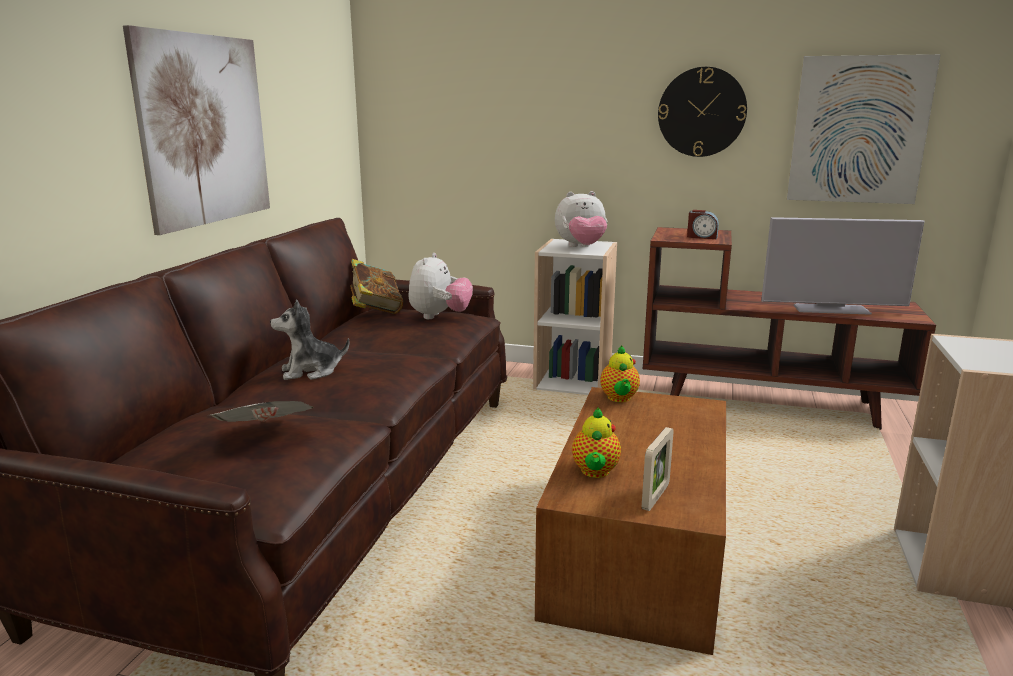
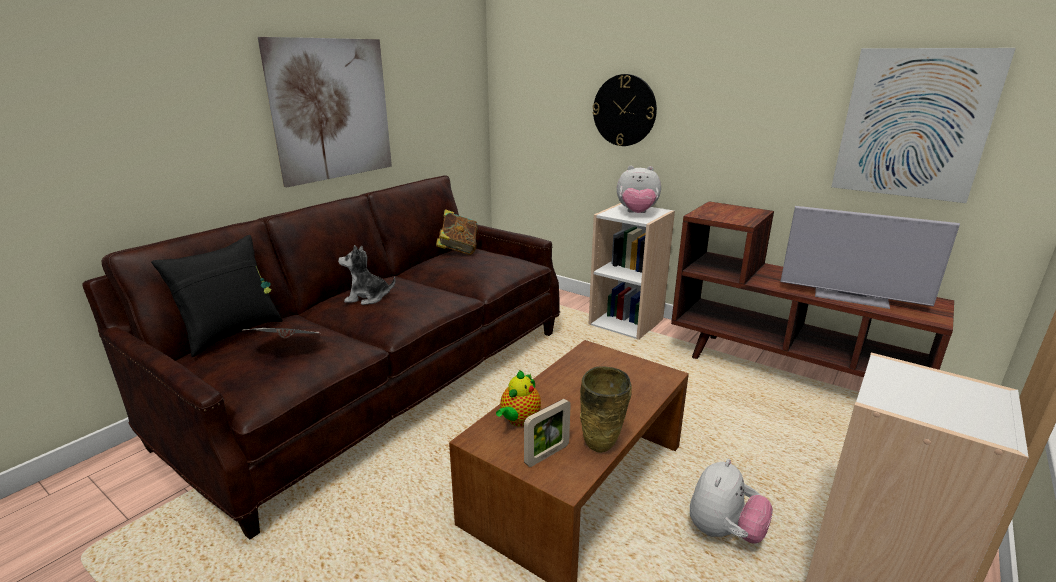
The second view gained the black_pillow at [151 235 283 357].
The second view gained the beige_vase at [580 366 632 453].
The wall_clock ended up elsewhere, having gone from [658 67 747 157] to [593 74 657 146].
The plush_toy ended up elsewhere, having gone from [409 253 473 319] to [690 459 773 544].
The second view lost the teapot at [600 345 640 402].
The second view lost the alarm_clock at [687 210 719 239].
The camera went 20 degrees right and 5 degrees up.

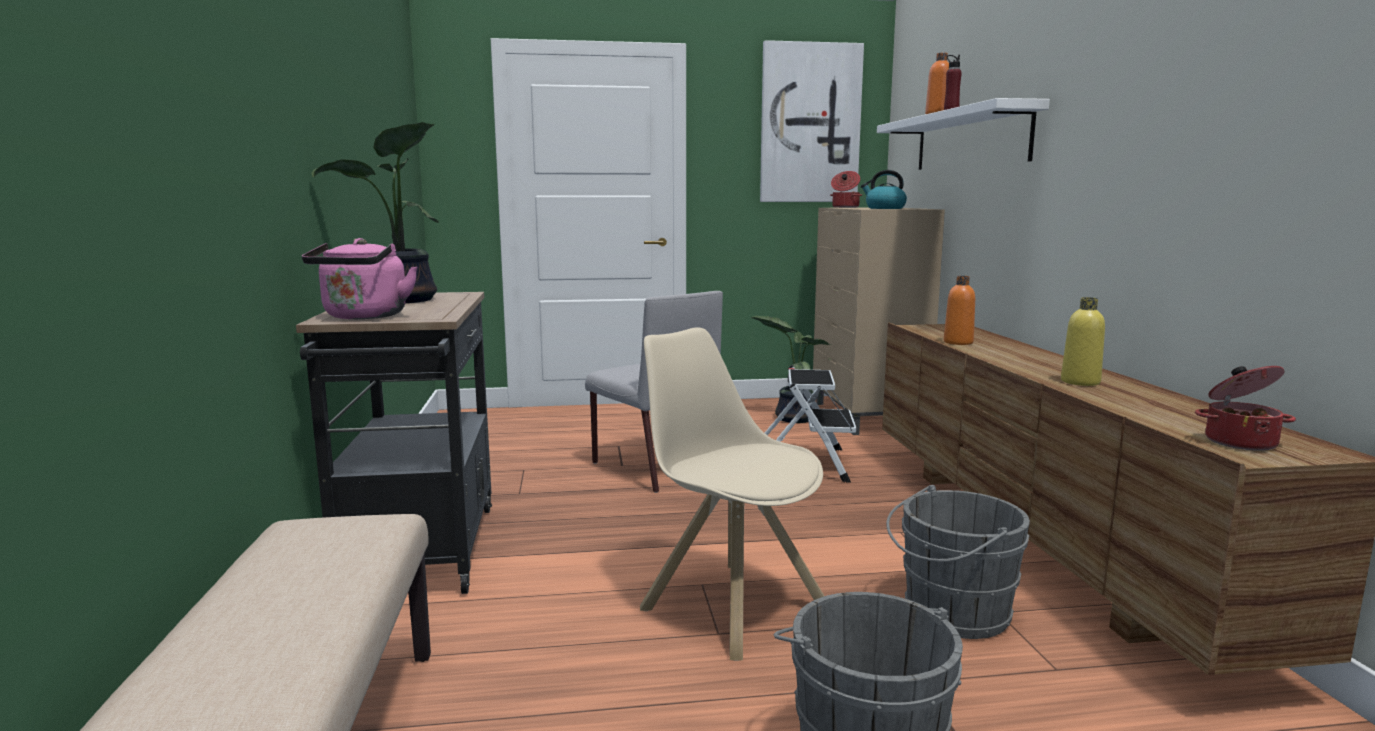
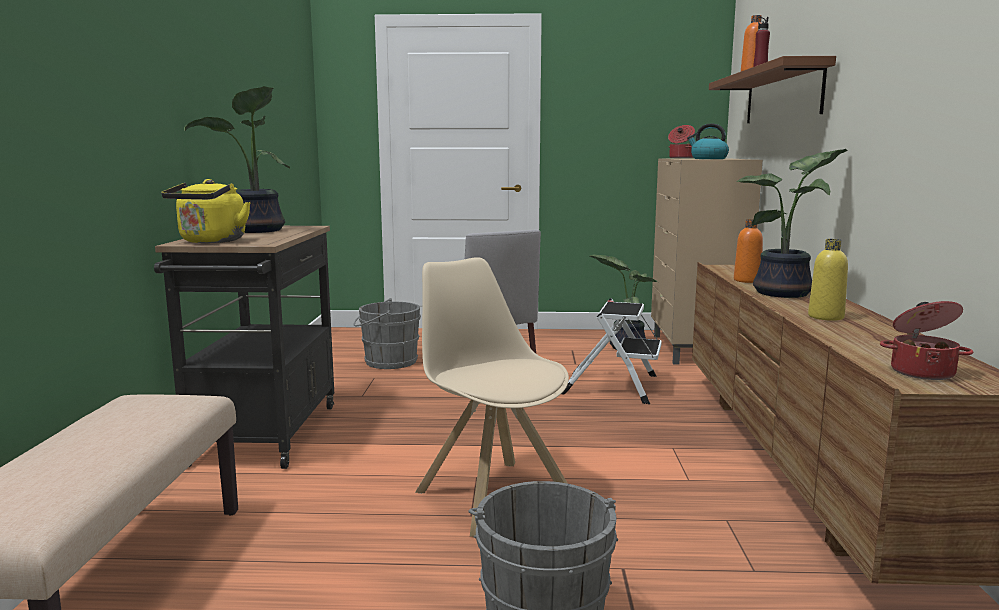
What was the pink_kettle at [302 238 418 319] turned into the yellow_kettle at [161 179 251 243].
The grey_bucket ended up elsewhere, having gone from [886 485 1030 639] to [353 298 421 369].
What was the white_shelf at [877 98 1050 170] turned into the brown_shelf at [709 56 836 123].
The second view gained the potted_plant at [736 149 848 298].
The second view lost the picture at [760 40 864 202].
The camera went 10 degrees right and 0 degrees up.

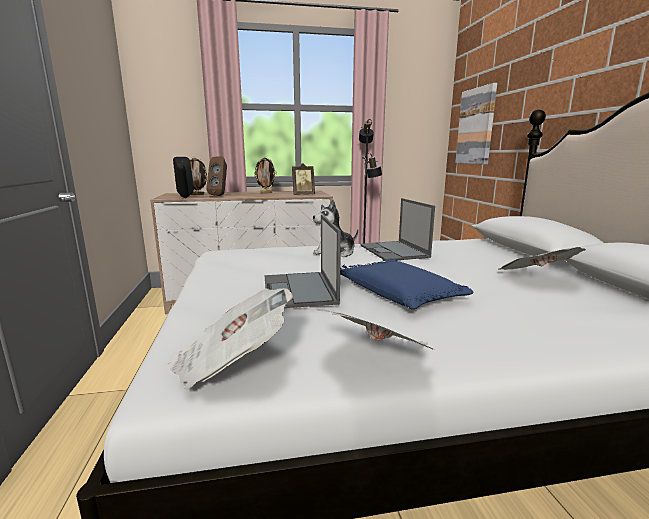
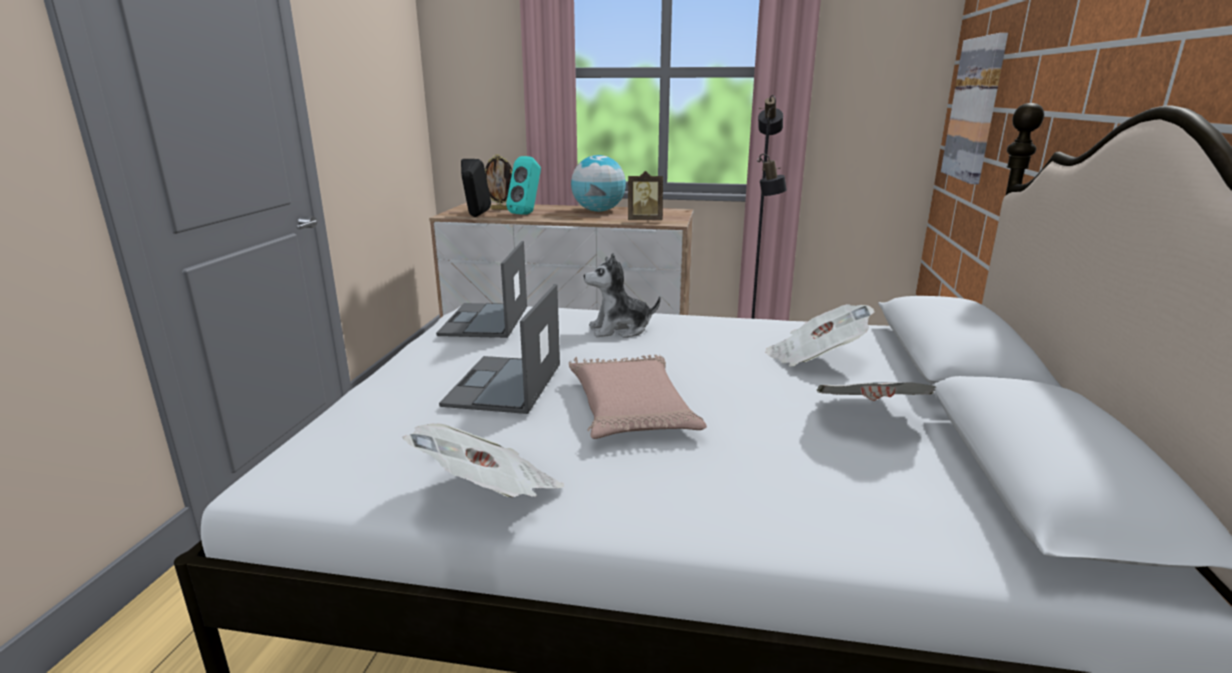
The laptop ended up elsewhere, having gone from [360 198 435 261] to [436 241 527 338].
What was the brown_speaker at [206 157 227 196] turned into the turquoise_speaker at [506 156 541 215].
What was the blue_pillow at [340 258 474 310] turned into the beige_pillow at [569 354 707 439].
Where the picture_frame stood at [254 157 277 193], the globe came to stand at [571 155 626 212].
The newspaper ended up elsewhere, having gone from [168 288 293 390] to [765 304 875 367].
The camera went 20 degrees right and 5 degrees up.

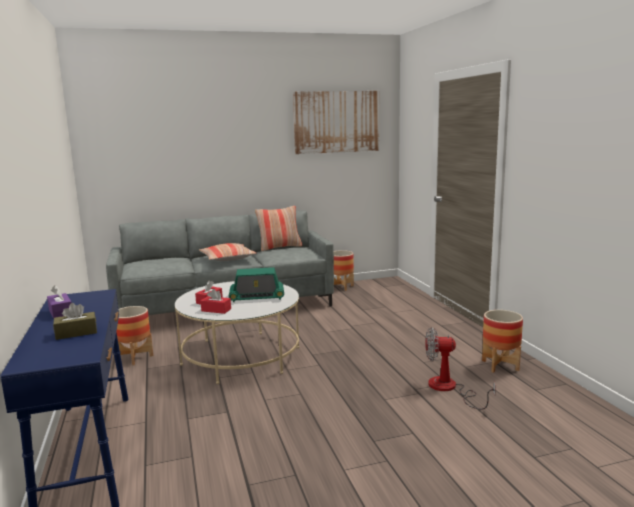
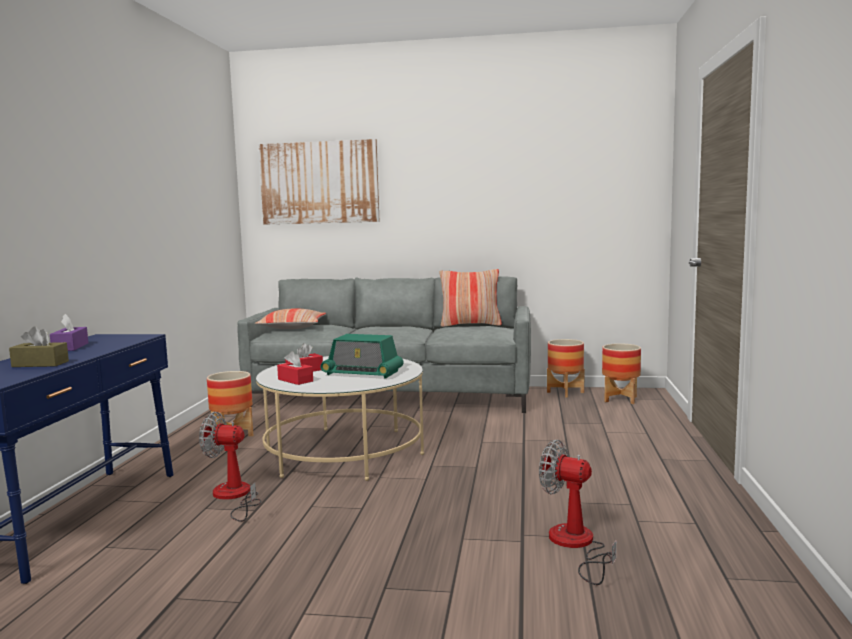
The second view gained the fan at [199 412 261 522].
The pillow ended up elsewhere, having gone from [199 243 257 261] to [255 308 326 329].
The picture ended up elsewhere, having gone from [293 91 380 154] to [259 139 380 225].
The planter ended up elsewhere, having gone from [482 310 523 373] to [602 343 641 404].
The camera went 25 degrees right and 5 degrees down.

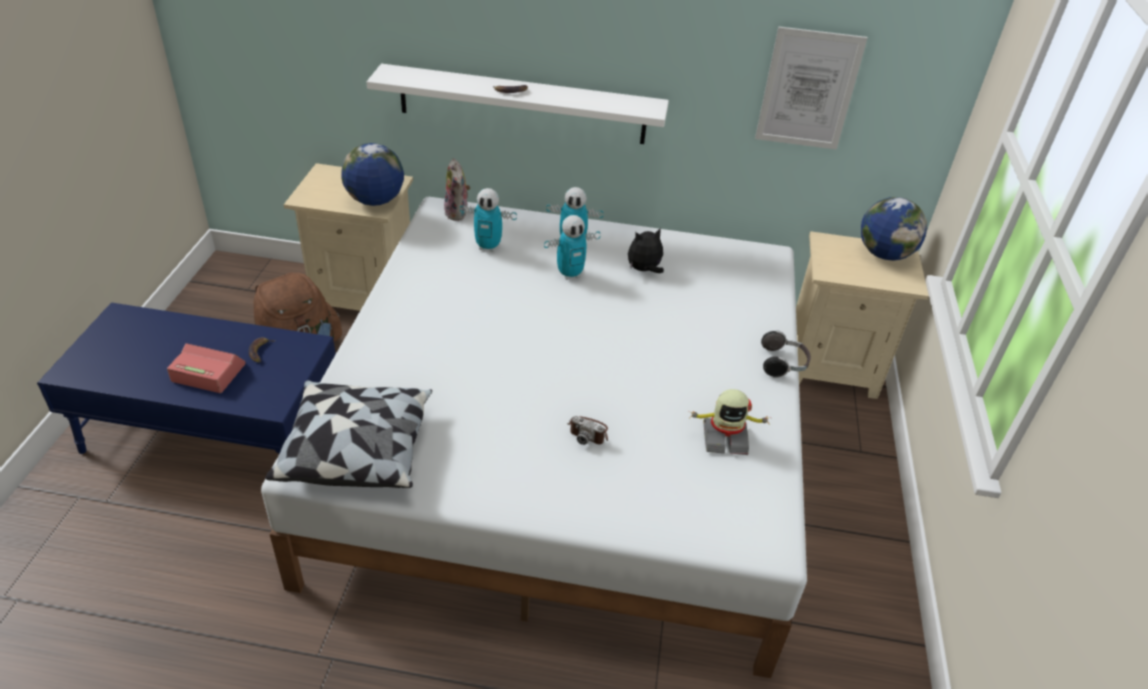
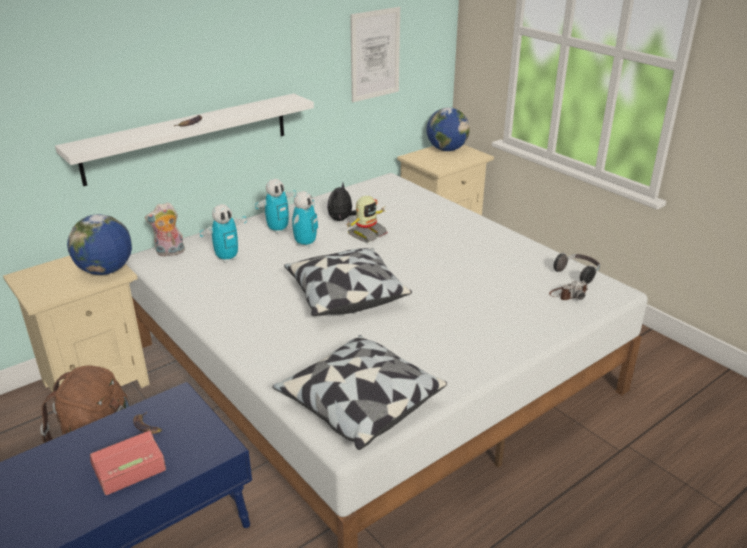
The plush_toy at [444 158 470 221] ended up facing another way, 135 degrees clockwise from before.
The second view gained the pillow at [284 248 412 316].
The toy_robot ended up elsewhere, having gone from [688 389 771 455] to [345 196 388 242].
The photo_camera ended up elsewhere, having gone from [567 416 608 445] to [549 281 588 300].
The headphones ended up elsewhere, having gone from [761 330 811 378] to [553 252 600 285].
The camera went 45 degrees left and 10 degrees down.

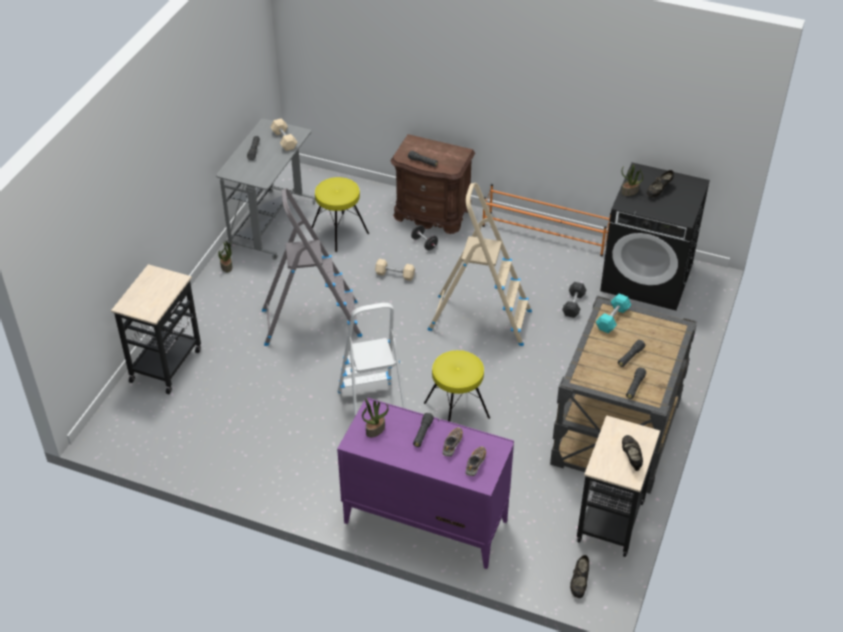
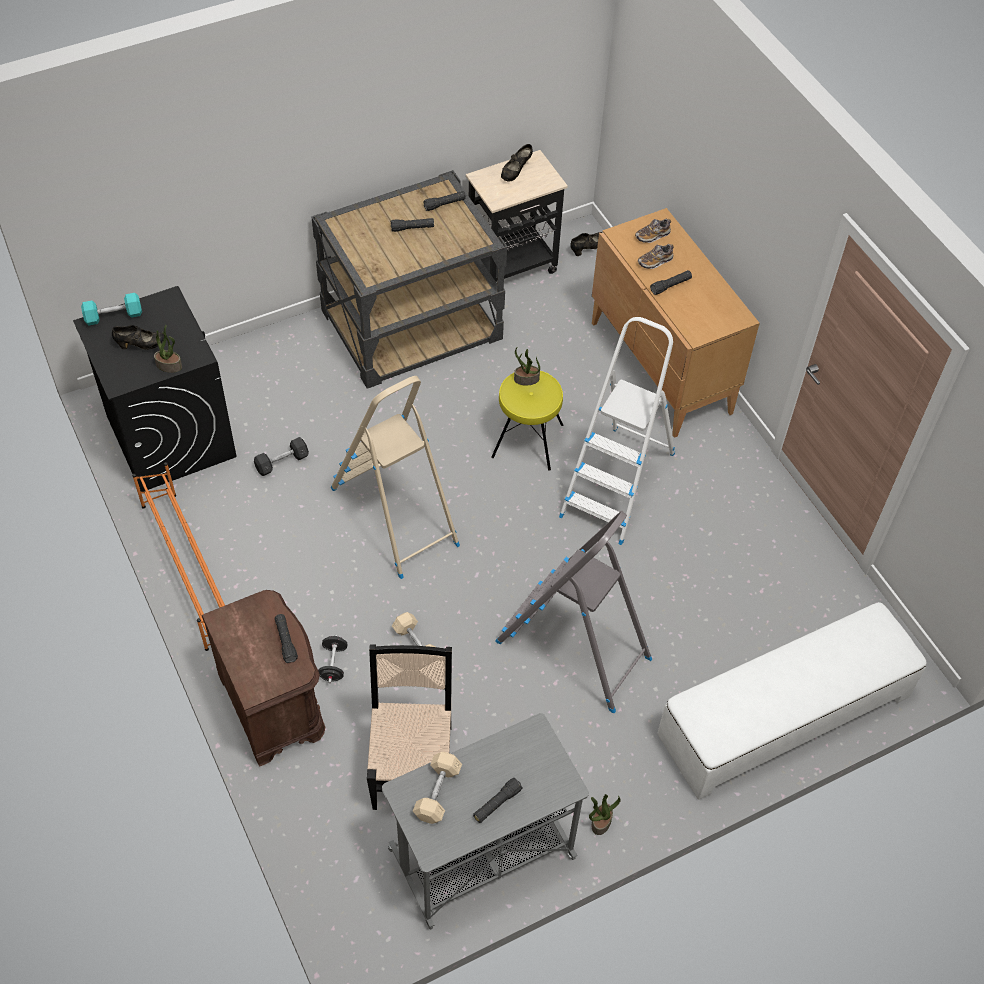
The turquoise_dumbbell ended up elsewhere, having gone from [596 294 631 333] to [81 293 142 325].
Where the yellow_stool stood at [312 177 369 252], the chair came to stand at [367 644 452 810].
The potted_plant ended up elsewhere, having gone from [362 399 388 437] to [514 347 540 386].
What was the purple_cabinet at [337 398 514 569] turned into the brown_cabinet at [592 208 760 438].
Where the cart stood at [111 264 201 394], the white_bench came to stand at [657 602 926 800].
The camera went 140 degrees left and 10 degrees up.

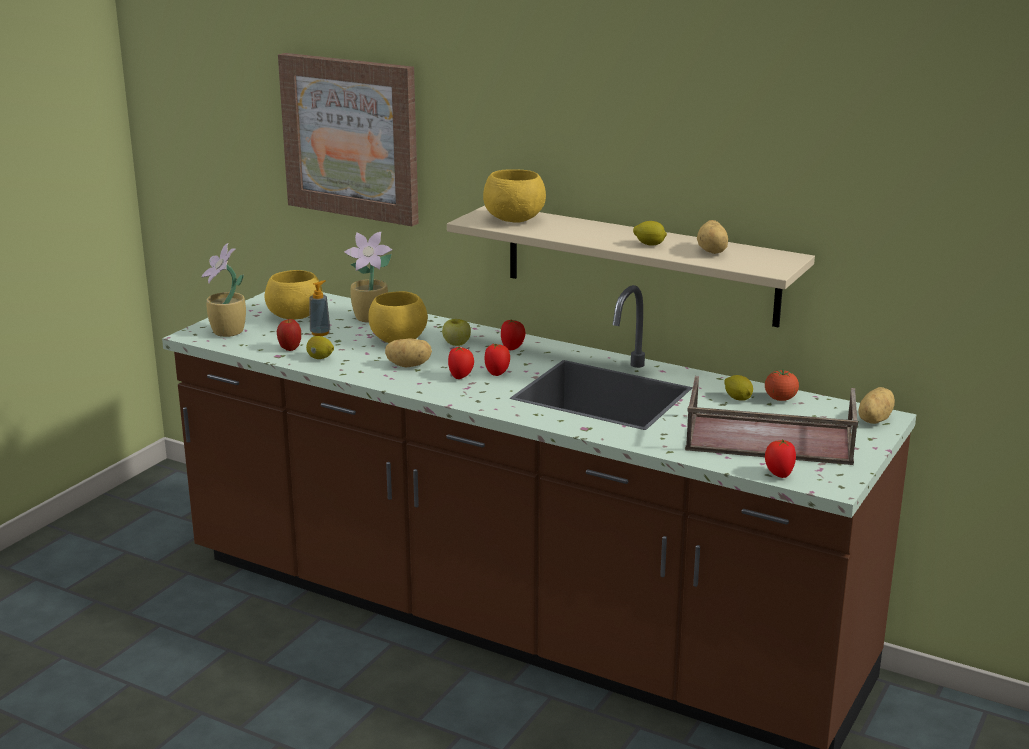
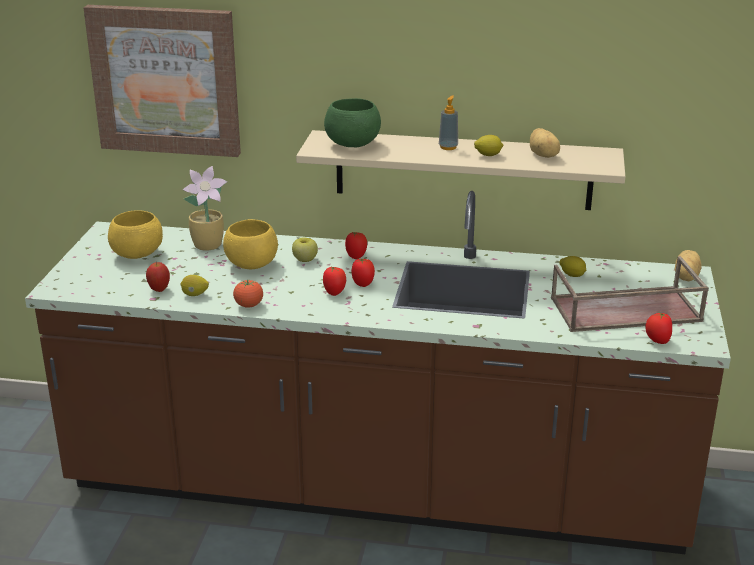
The tomato ended up elsewhere, having gone from [765 370 799 401] to [233 279 263 308].
What was the yellow_bowl at [483 169 546 223] turned into the green_bowl at [324 98 381 147].
The soap_dispenser ended up elsewhere, having gone from [309 280 330 336] to [439 95 458 150].
The second view lost the potted_plant at [201 243 246 337].
The second view lost the potato at [385 338 432 367].
The camera went 20 degrees left and 5 degrees up.

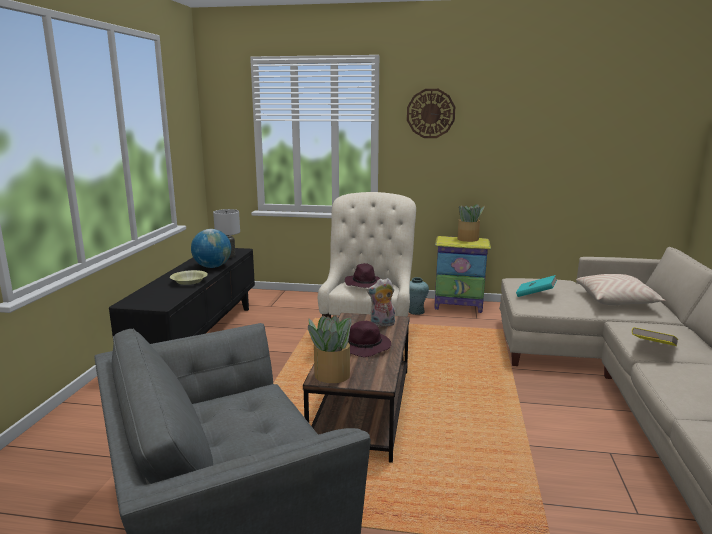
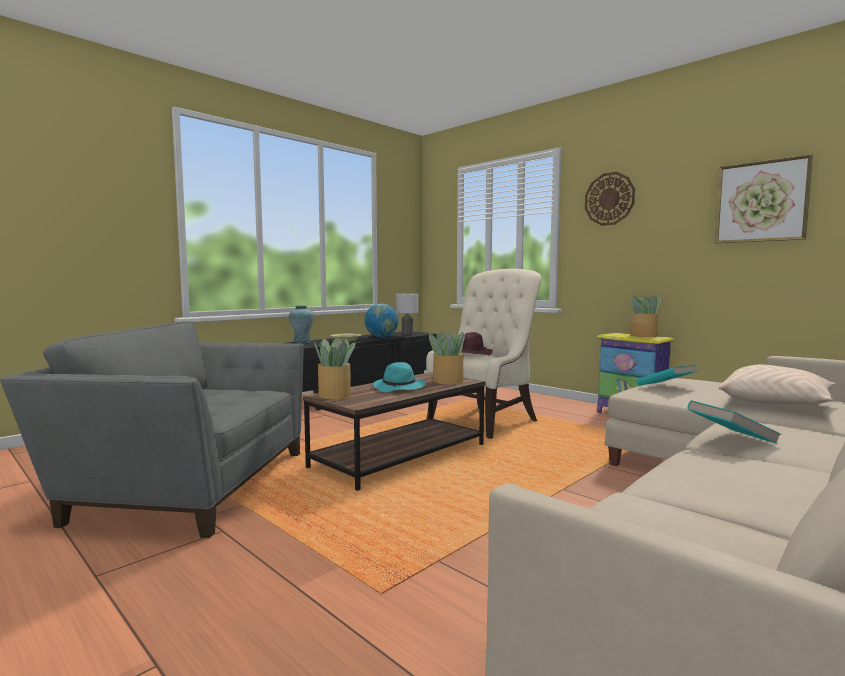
The turquoise_vase ended up elsewhere, having gone from [409 277 429 315] to [289 306 314 343].
What was the purple_hat at [348 321 391 357] turned into the turquoise_hat at [373 362 425 392].
Where the plush_toy stood at [367 278 395 327], the potted_plant came to stand at [429 331 465 384].
What was the yellow_book at [632 327 679 346] turned into the turquoise_book at [687 400 781 444].
The second view gained the picture at [714 154 813 244].
The camera went 35 degrees right and 10 degrees down.

